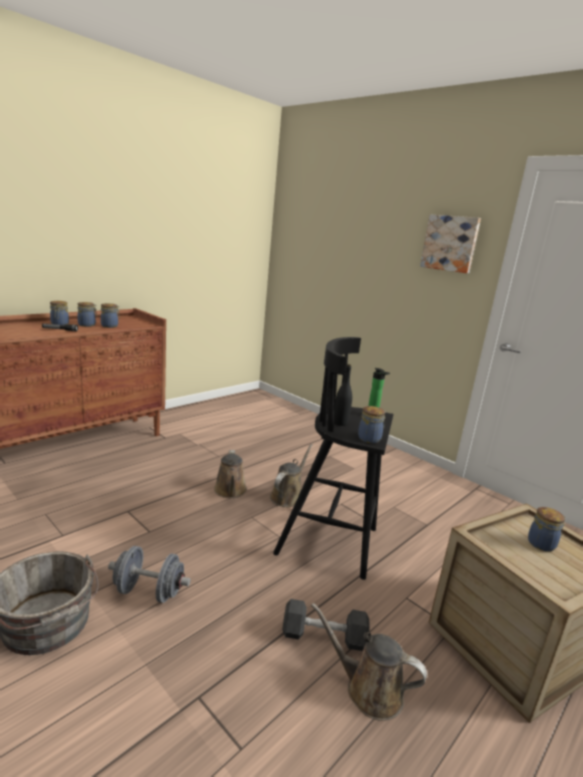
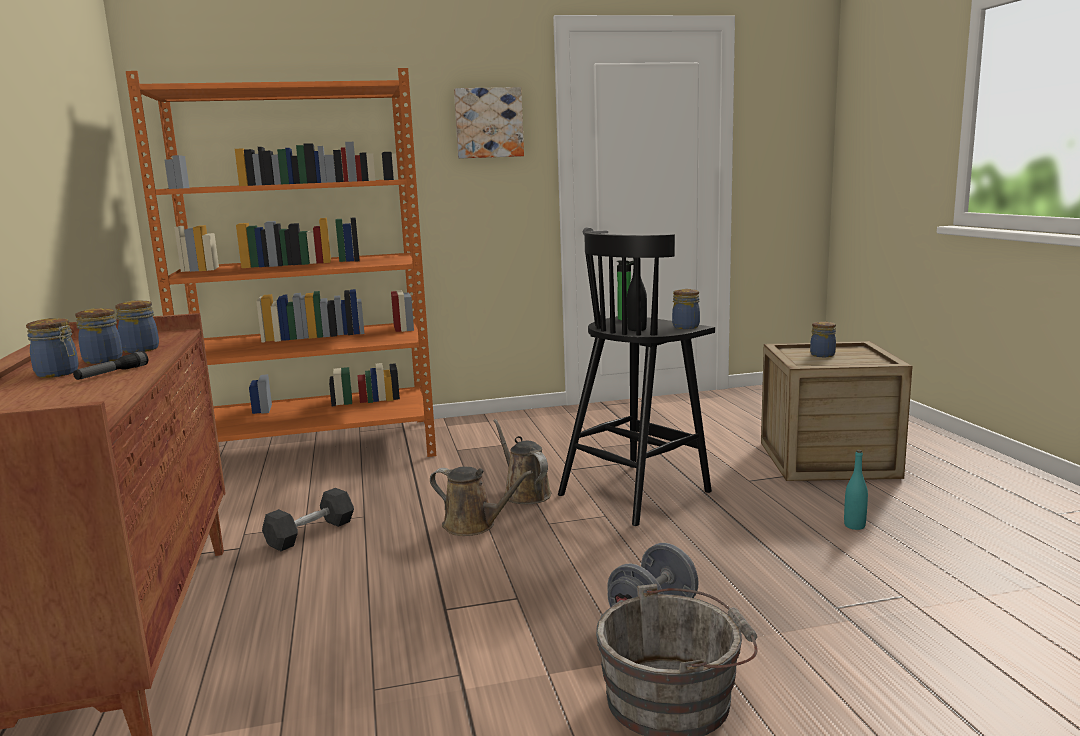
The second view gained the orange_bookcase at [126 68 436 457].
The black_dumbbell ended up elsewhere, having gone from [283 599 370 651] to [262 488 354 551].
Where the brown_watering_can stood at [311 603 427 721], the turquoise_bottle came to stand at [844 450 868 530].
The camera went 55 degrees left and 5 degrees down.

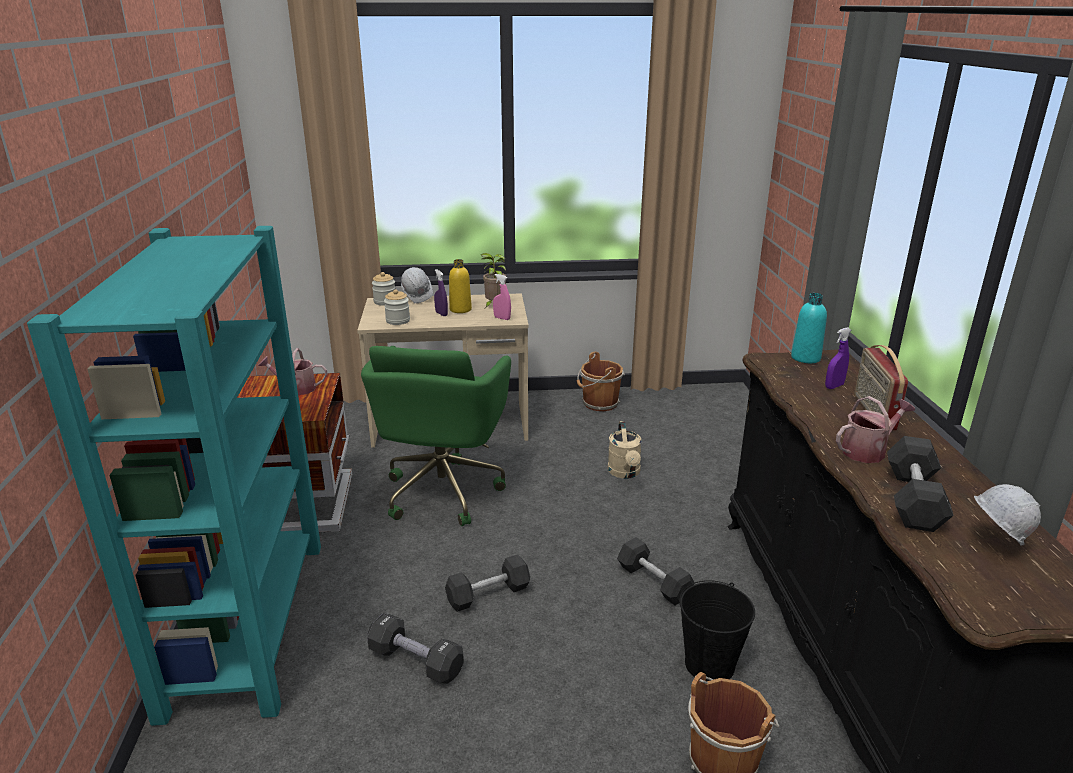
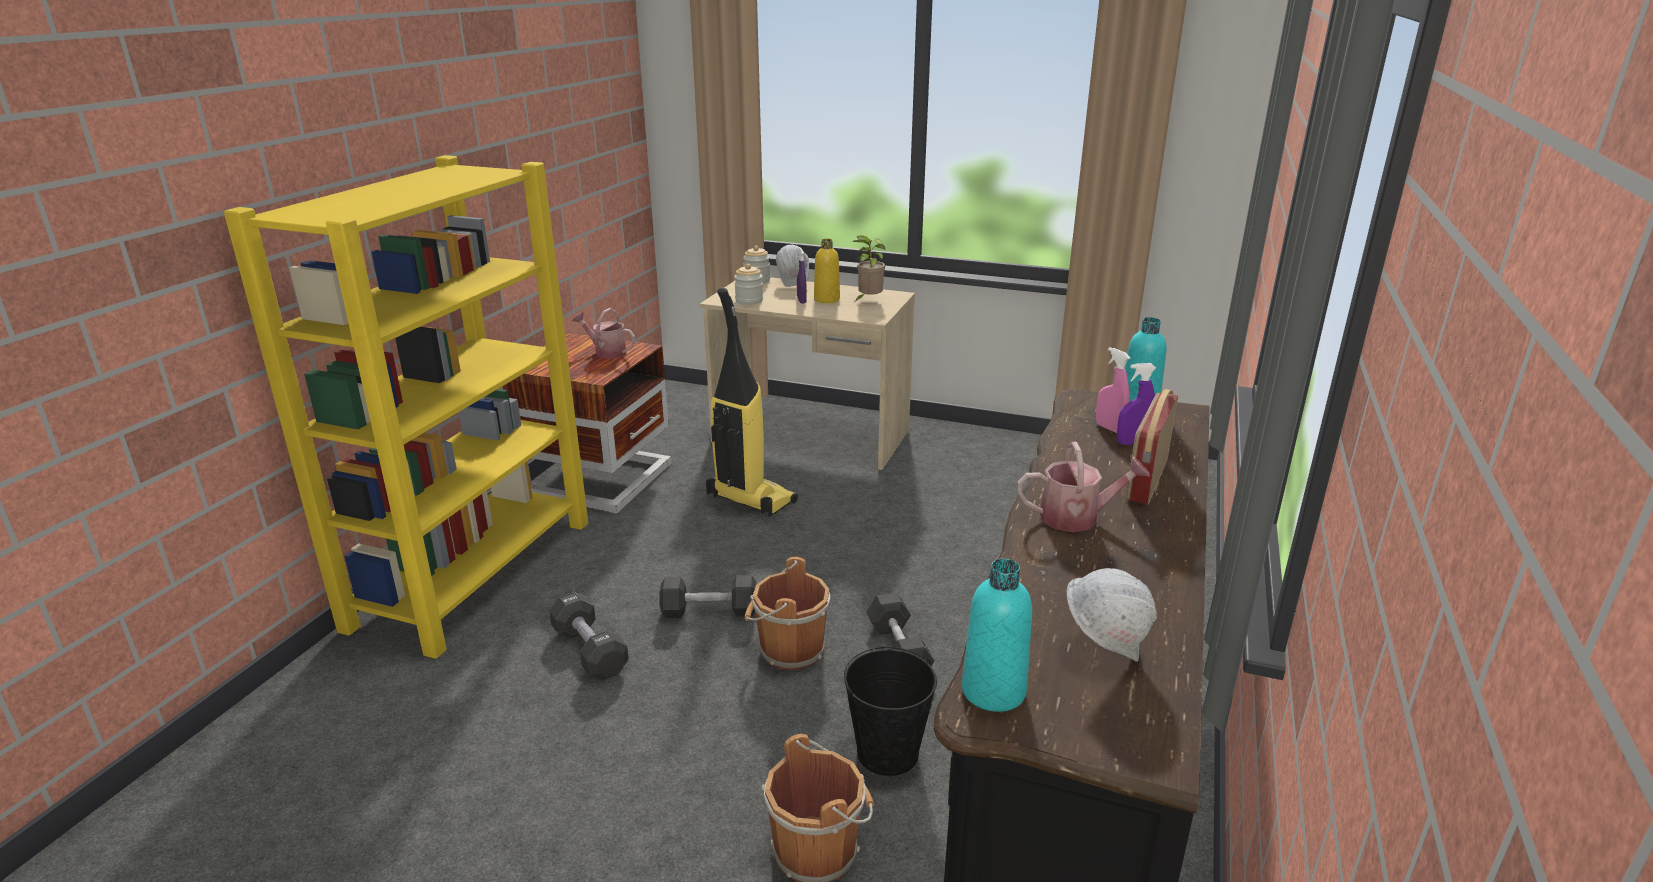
What was the turquoise_bookcase at [27 226 321 726] turned into the yellow_bookcase at [224 155 588 659].
Where the green_office_chair stood at [361 346 511 526], the vacuum_cleaner came to stand at [706 287 798 517].
The brown_bucket ended up elsewhere, having gone from [577 352 625 411] to [745 557 830 670].
The second view gained the turquoise_bottle at [962 559 1032 712].
The pink_spray_bottle ended up elsewhere, having gone from [493 274 511 320] to [1096 347 1131 433].
The second view lost the beige_watering_can at [608 421 642 479].
The second view lost the black_dumbbell at [887 436 954 532].
The camera went 25 degrees right and 0 degrees up.

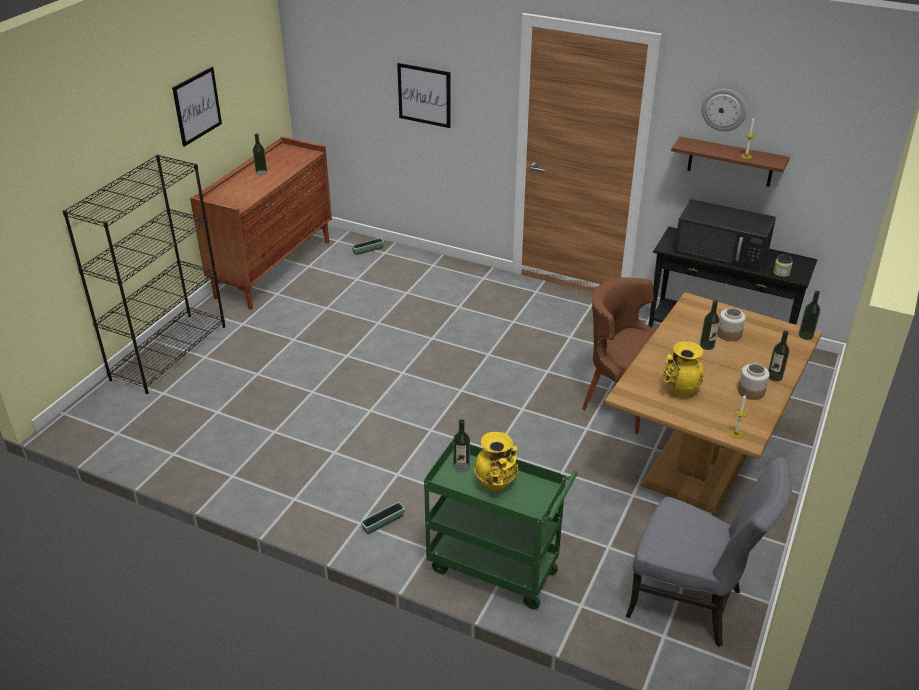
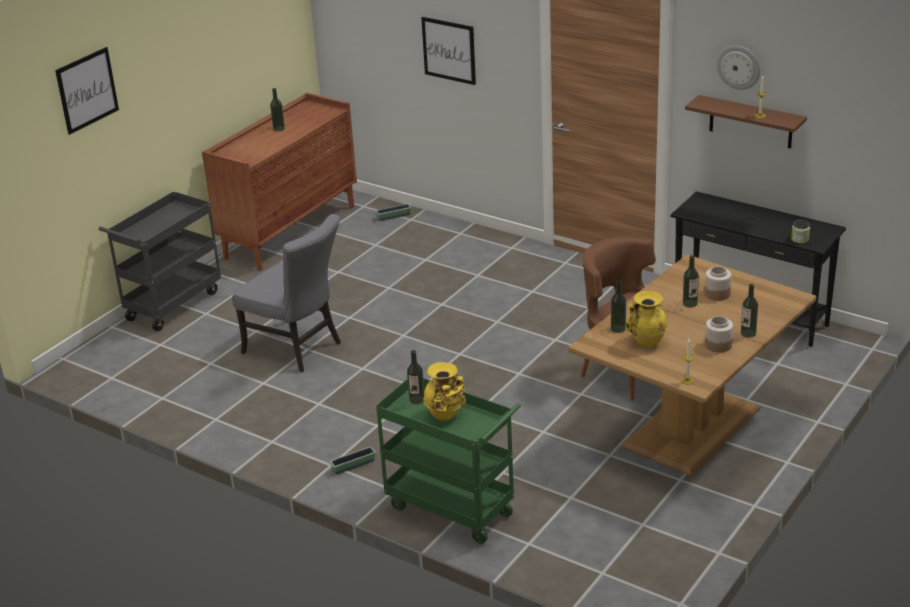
The picture ended up elsewhere, having gone from [172 67 222 147] to [55 47 119 135].
Where the black_bookcase stood at [63 154 225 394], the grey_cart came to stand at [99 192 221 331].
The grey_chair ended up elsewhere, having gone from [626 457 792 647] to [232 214 341 372].
The bottle ended up elsewhere, having gone from [799 291 820 340] to [611 280 626 333].
The second view lost the black_microwave at [674 199 776 272].
The camera went 10 degrees right and 5 degrees down.

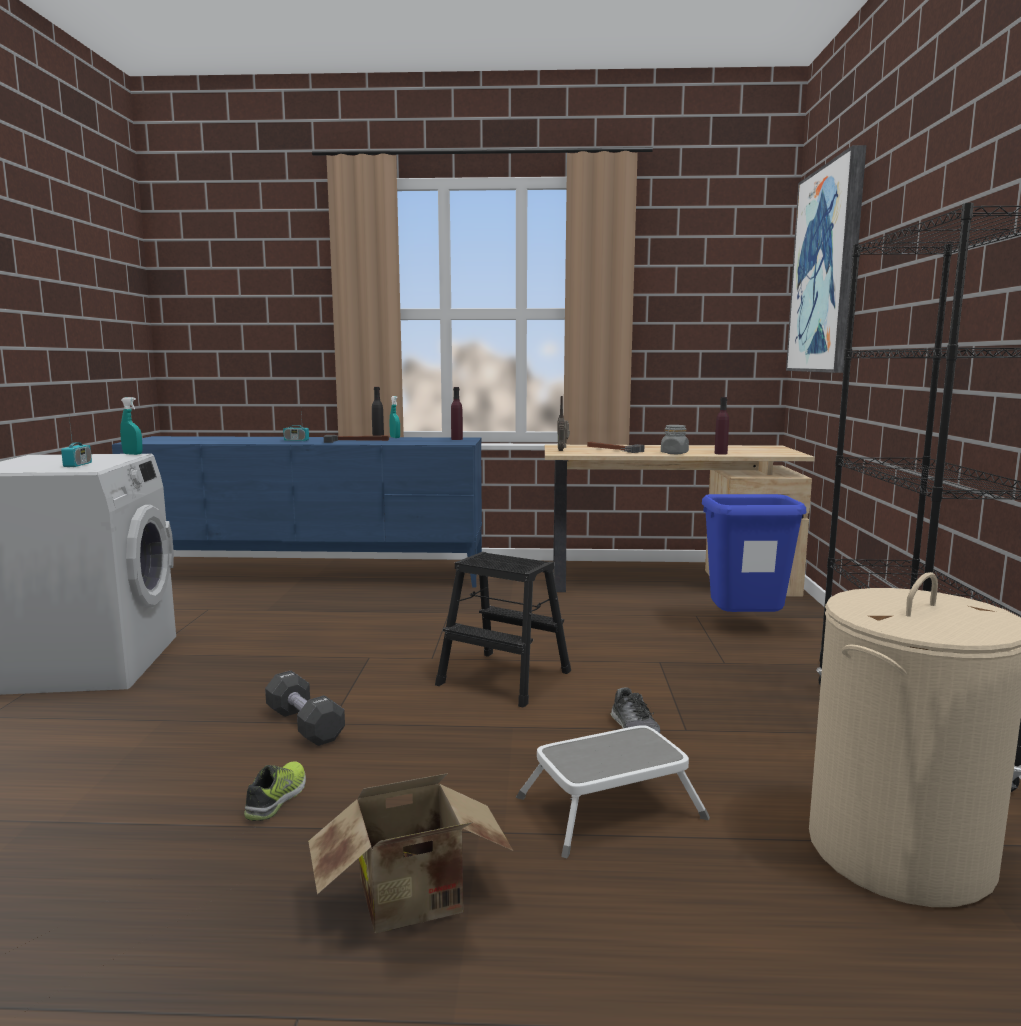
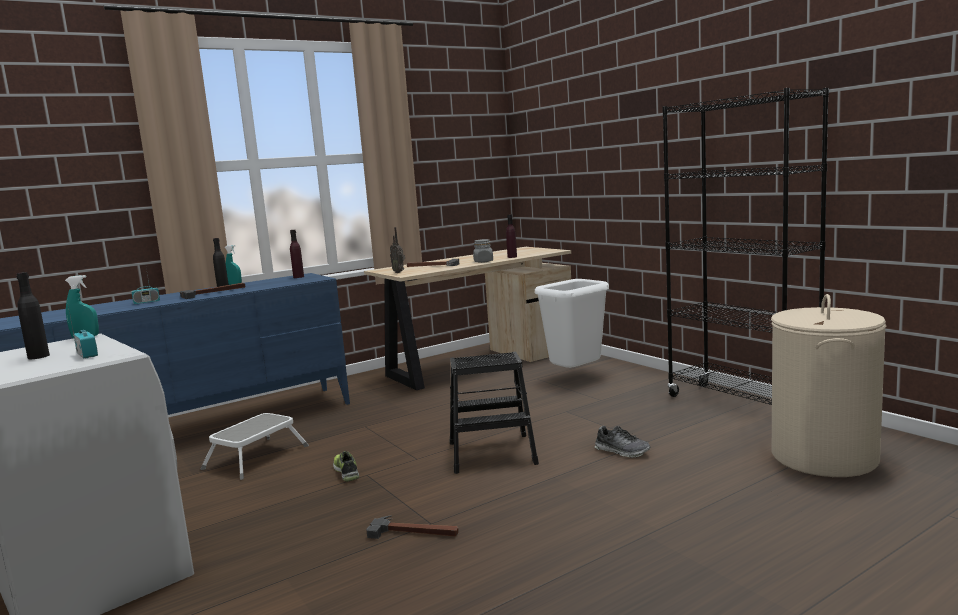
The second view gained the black_bottle at [16 272 50 359].
The grey_step_ladder ended up elsewhere, having gone from [516 725 710 858] to [200 413 309 480].
The shoe ended up elsewhere, having gone from [244 761 306 821] to [333 451 359 482].
Where the black_dumbbell stood at [265 671 345 746], the hammer came to stand at [366 516 459 539].
What was the blue_trash_can at [702 494 806 612] turned into the white_trash_can at [535 279 609 368].
The second view lost the cardboard_box at [308 773 514 934].
The second view lost the picture at [786 145 867 373].
The camera went 35 degrees left and 0 degrees up.

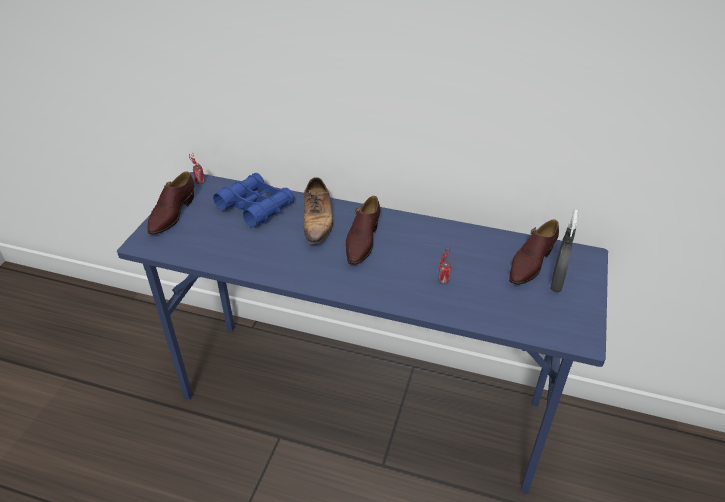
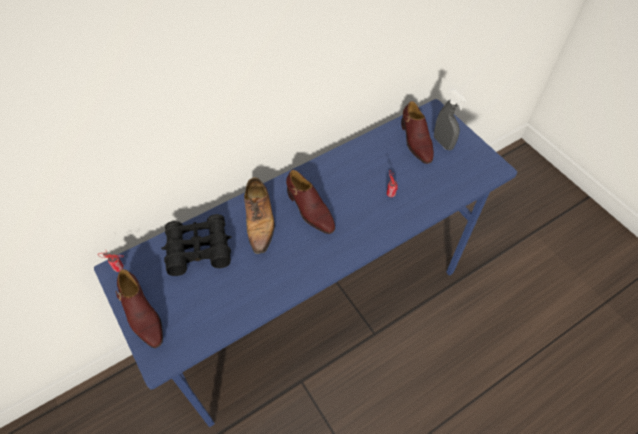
What was the blue_binoculars at [213 173 294 227] turned into the black_binoculars at [161 214 231 276].
The shoe at [304 177 333 244] ended up facing another way, 45 degrees clockwise from before.
The camera went 50 degrees left and 15 degrees up.

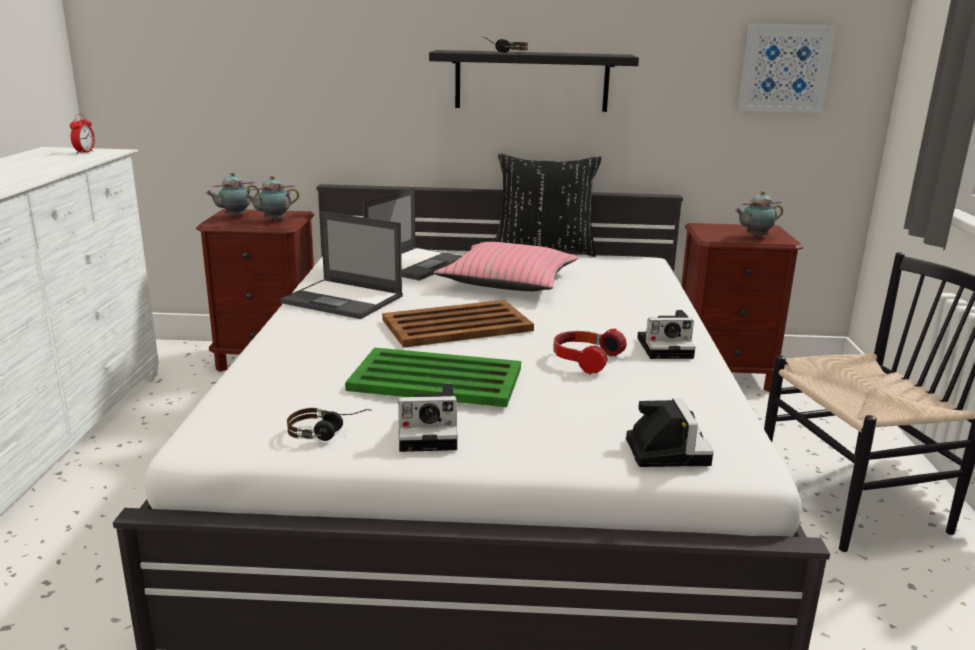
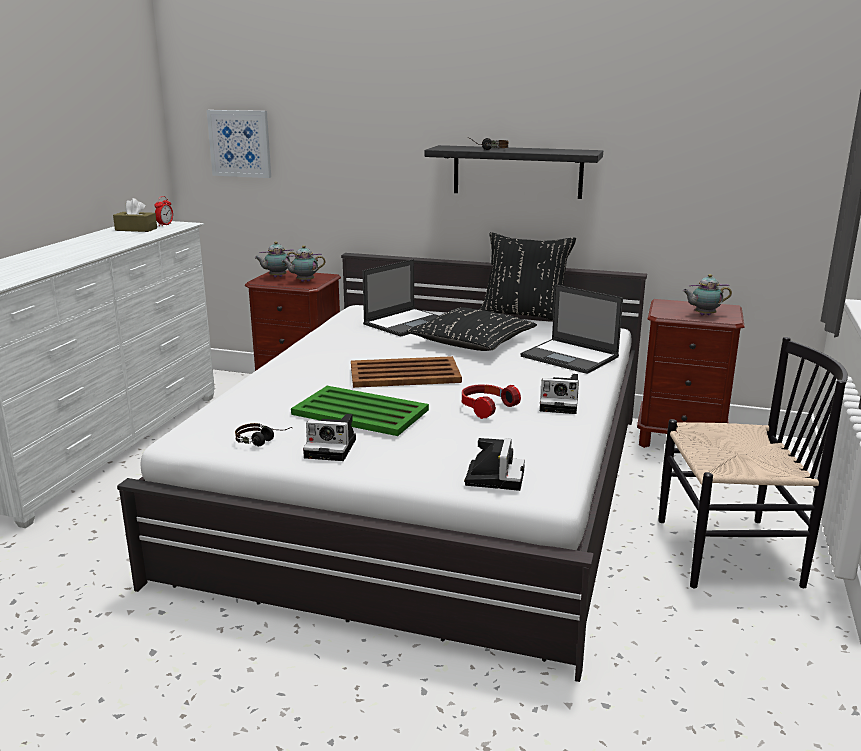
The second view gained the brown_tissue_box at [113 198 157 232].
The picture ended up elsewhere, having gone from [738 23 836 113] to [207 110 271 178].
What was the pink_pillow at [434 242 578 291] turned into the black_pillow at [407 307 537 351].
The laptop ended up elsewhere, having gone from [280 212 403 319] to [520 284 623 374].
The camera went 15 degrees right and 0 degrees up.

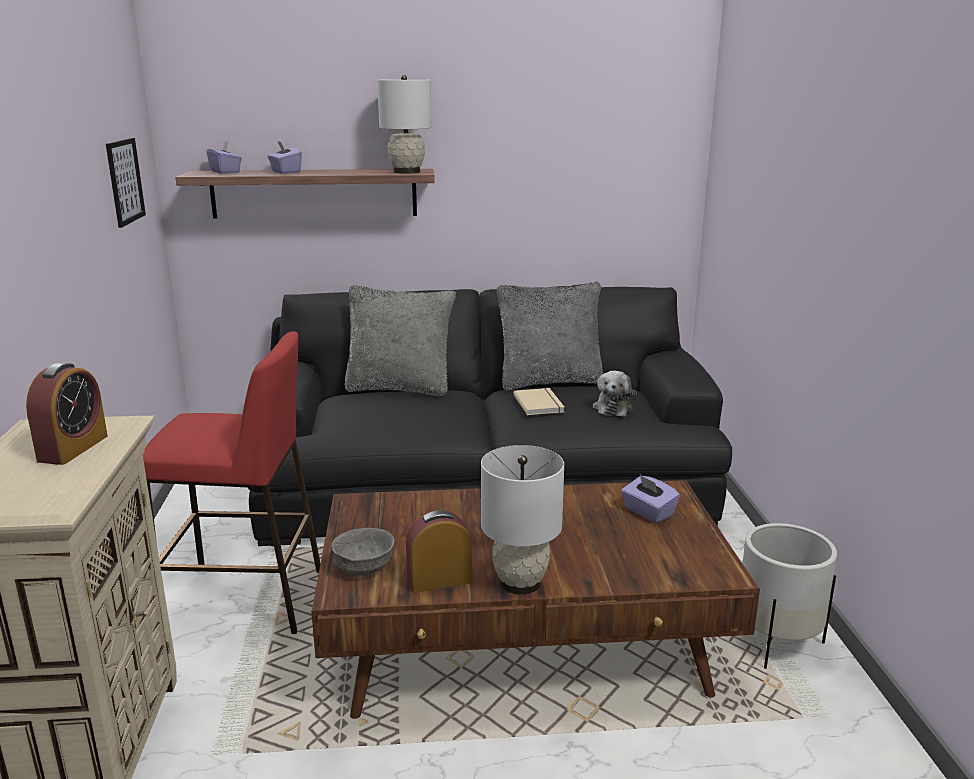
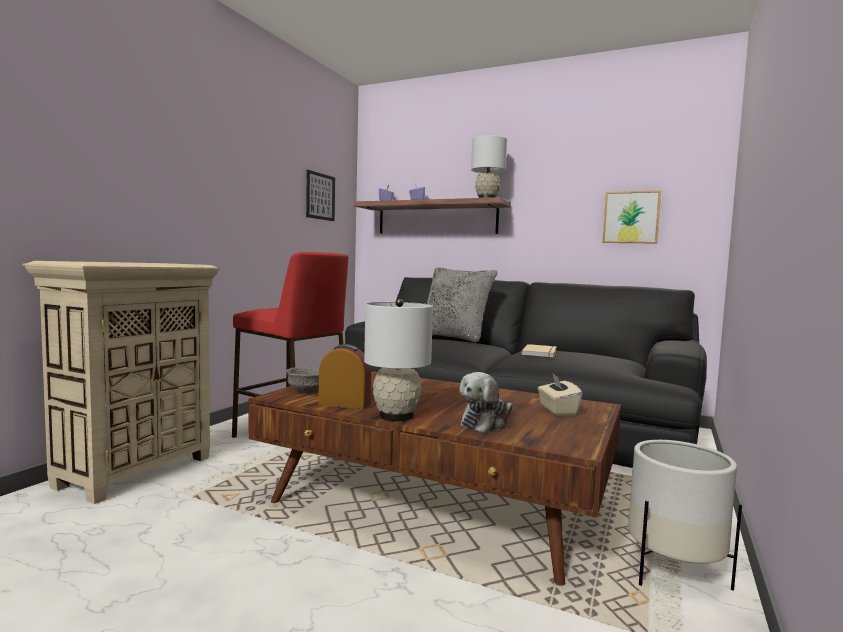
The plush_toy ended up elsewhere, having gone from [593 370 637 417] to [459 372 513 433].
What was the purple_tissue_box at [621 475 680 523] turned into the beige_tissue_box at [538 373 582 415].
The second view gained the picture at [603 190 661 243].
The second view lost the alarm_clock at [26 363 108 465].
The second view lost the grey_pillow at [497 282 603 390].
The camera went 30 degrees right and 15 degrees down.

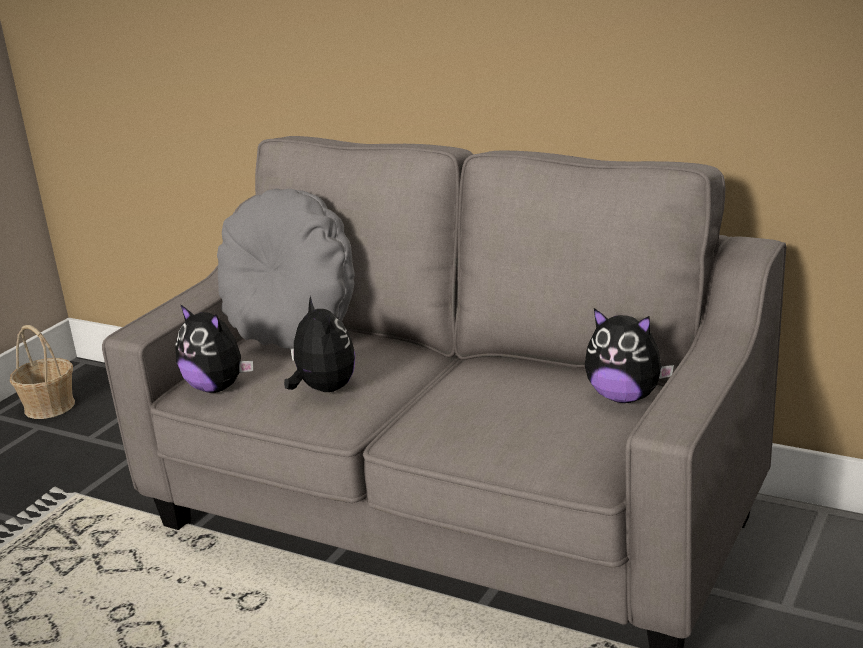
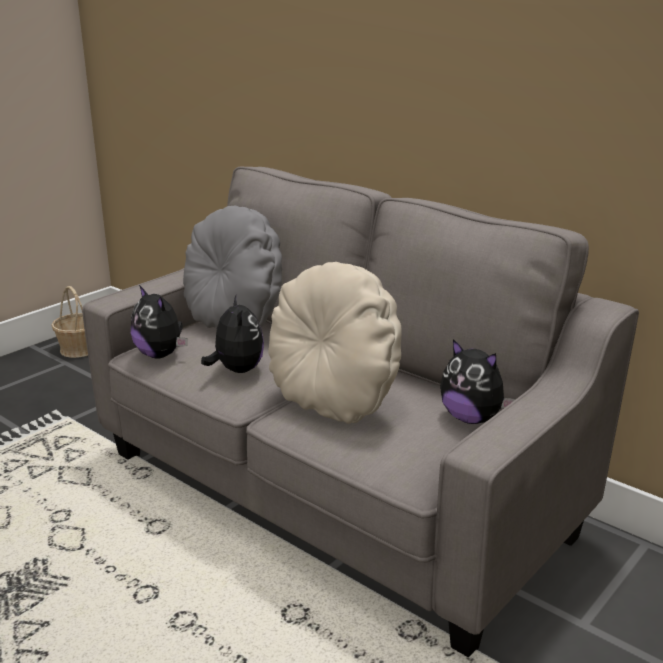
The second view gained the beige_pillow at [268 262 401 424].
The camera went 10 degrees right and 0 degrees up.

